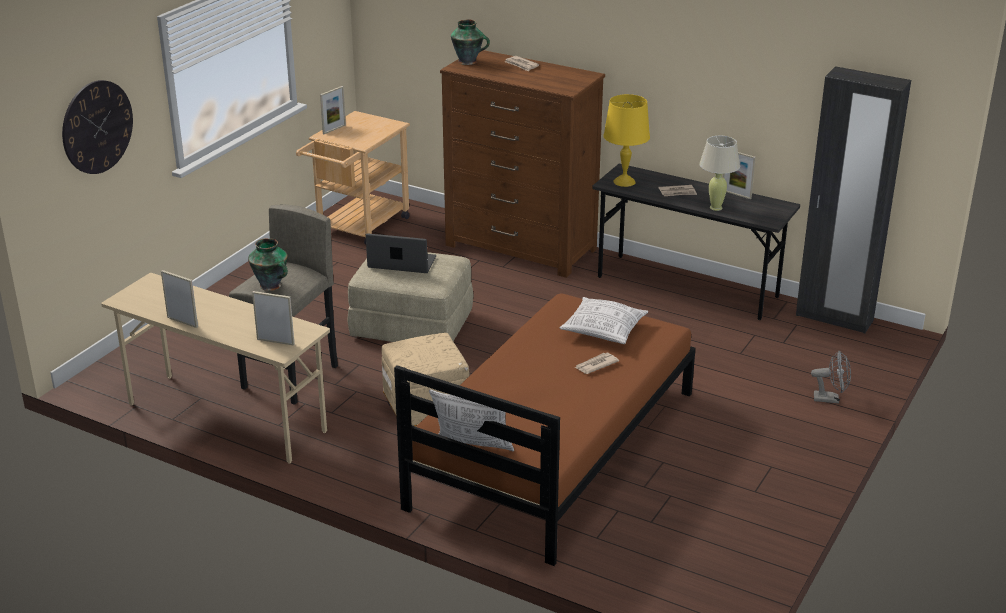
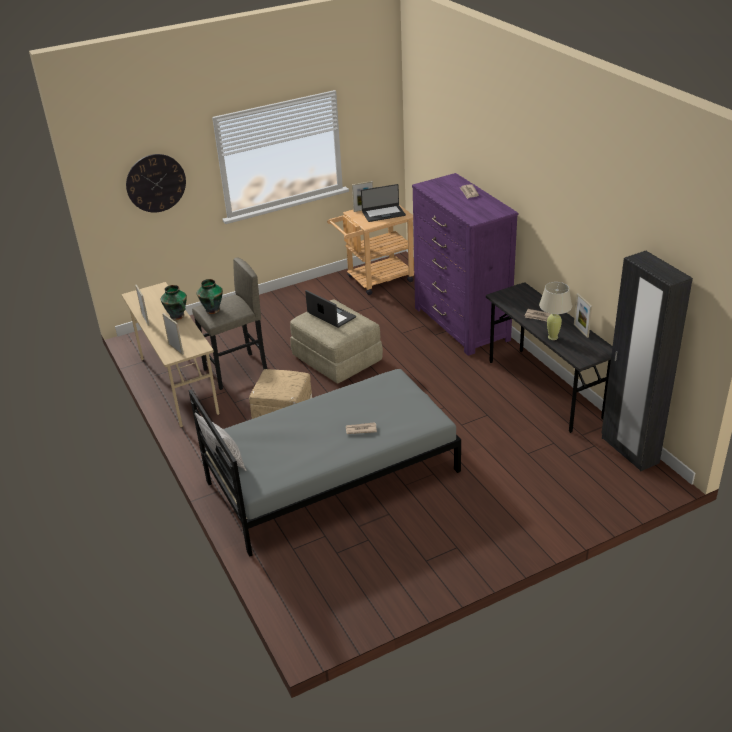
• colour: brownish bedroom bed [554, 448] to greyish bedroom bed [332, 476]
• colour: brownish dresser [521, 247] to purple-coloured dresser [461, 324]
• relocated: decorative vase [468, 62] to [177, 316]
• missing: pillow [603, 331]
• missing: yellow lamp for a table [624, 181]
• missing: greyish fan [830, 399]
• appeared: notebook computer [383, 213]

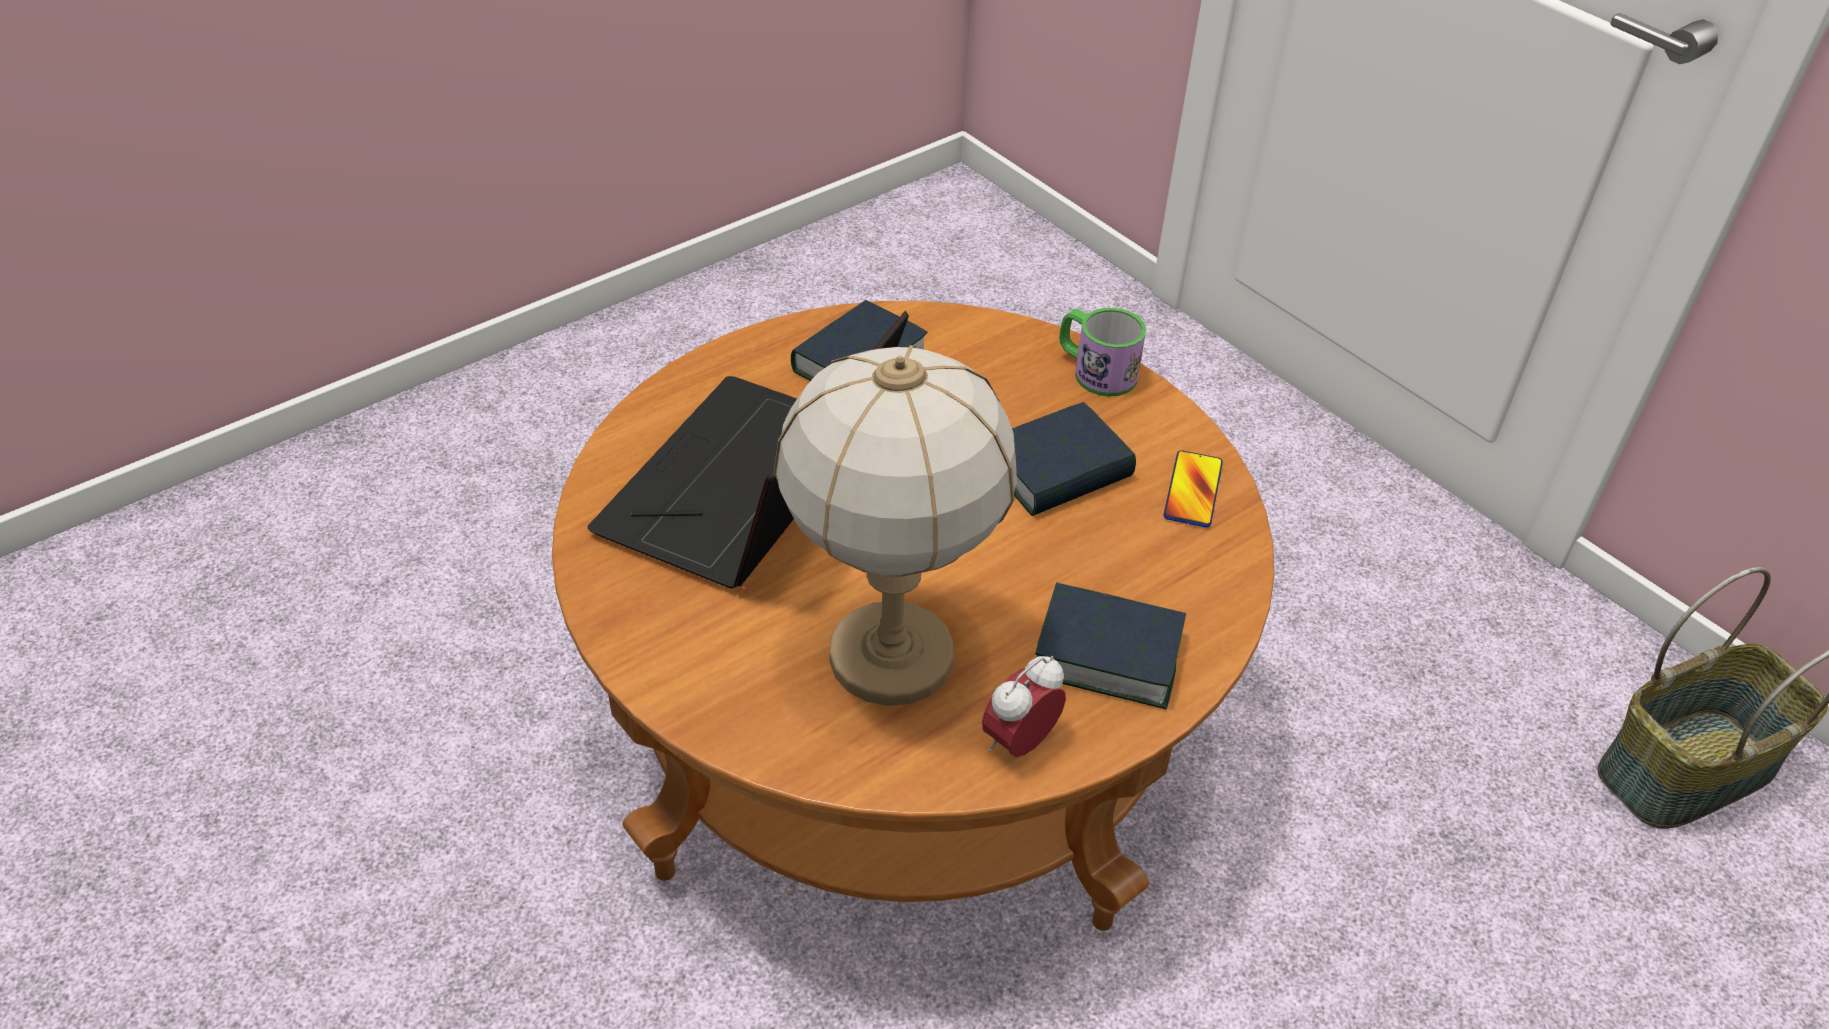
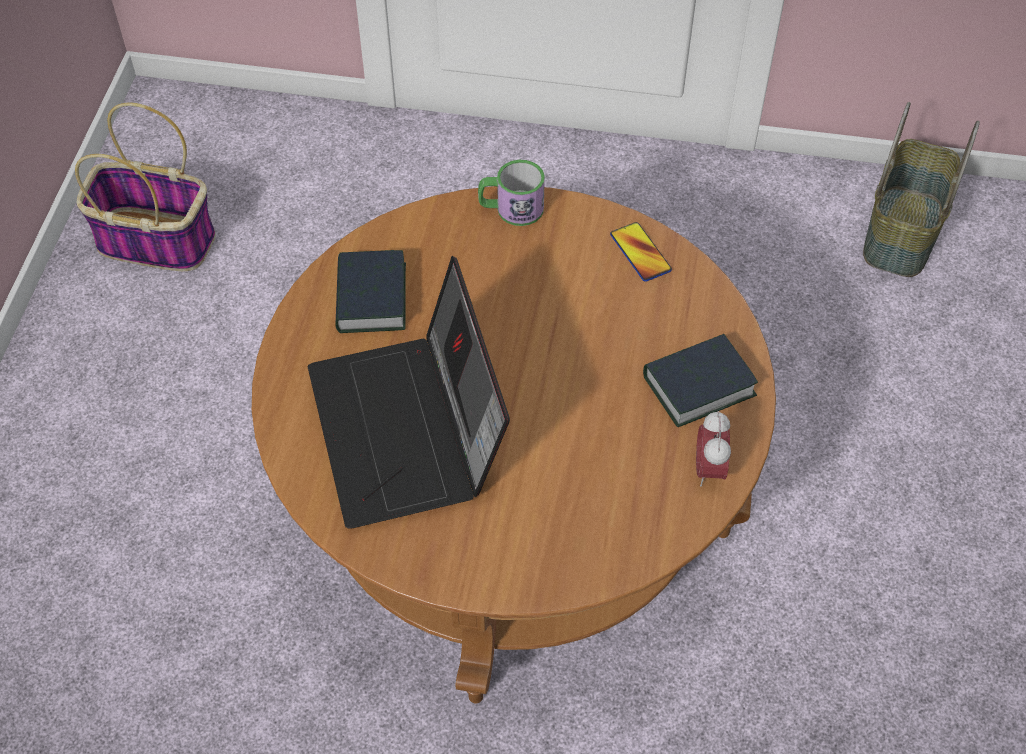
• missing: lamp for a table [890, 656]
• missing: bound book [1058, 471]
• appeared: storage basket [153, 241]

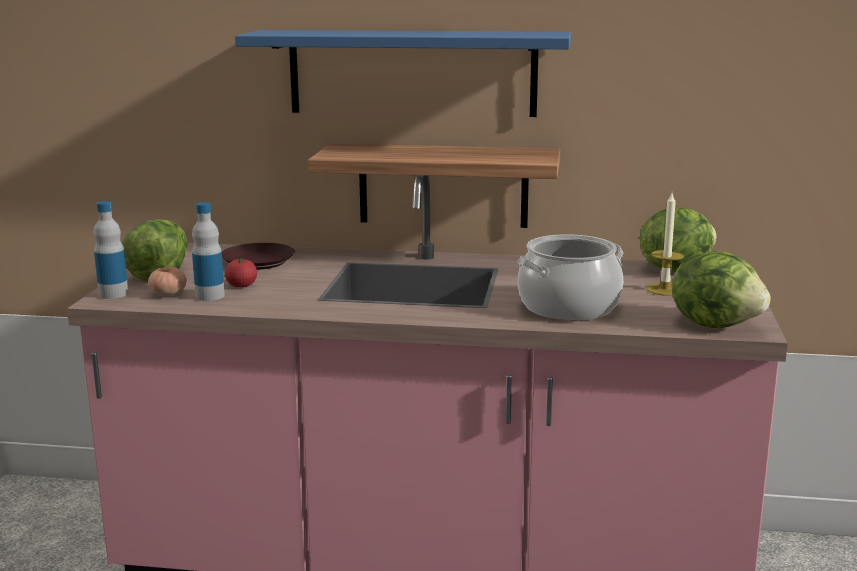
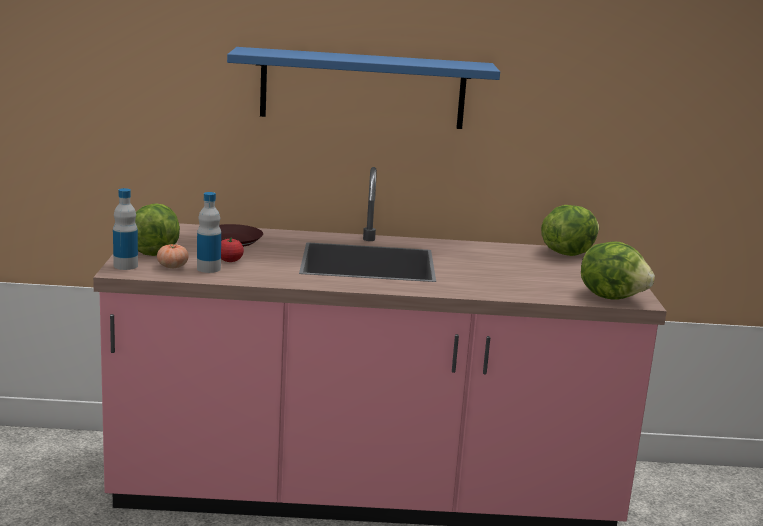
• missing: wall shelf [443, 185]
• missing: stockpot [569, 307]
• missing: wax light [665, 289]

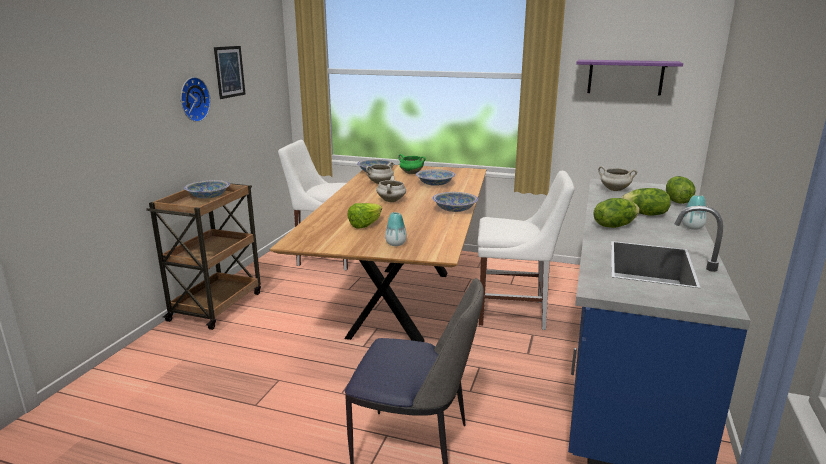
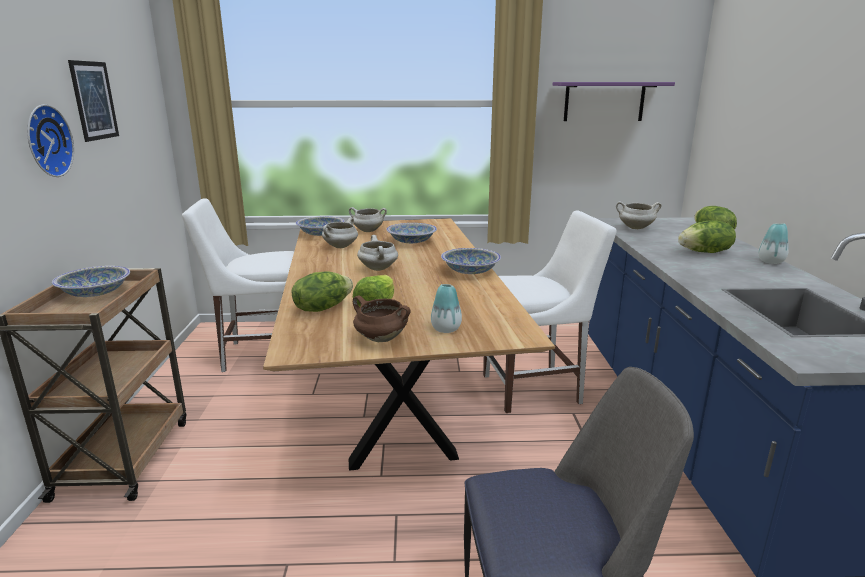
• colour: greenish stockpot [411, 173] to whitish stockpot [368, 231]
• relocated: lettuce [614, 226] to [322, 308]
• appeared: brownish stockpot [380, 339]

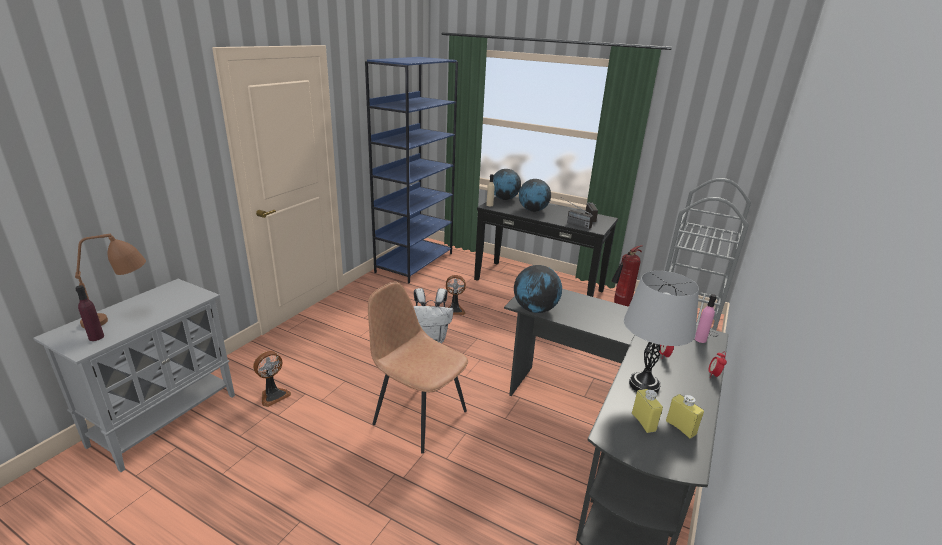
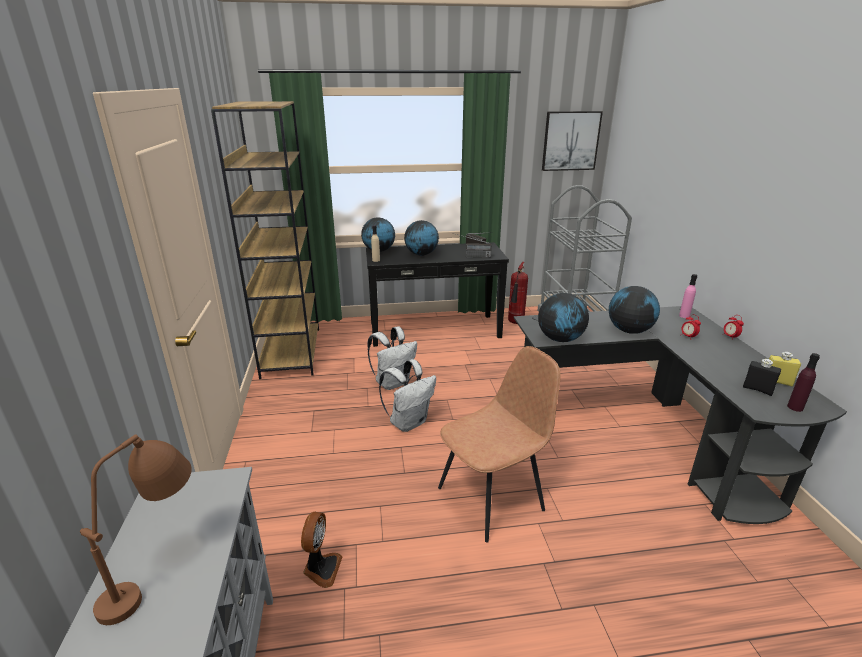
• relocated: purple-coloured bottle [96, 337] to [795, 407]
• colour: blue bookcase [414, 262] to brownish bookcase [291, 352]
• spun: brownish chair [418, 416] = [492, 498] 150 degrees clockwise
• exchanged: fan [454, 310] to whitish backpack [393, 382]
• missing: greyish lamp for a table [644, 385]
• colour: yellow bottle [643, 422] to blackish bottle [757, 389]
• appeared: wall art [570, 141]
• appeared: world globe [629, 331]

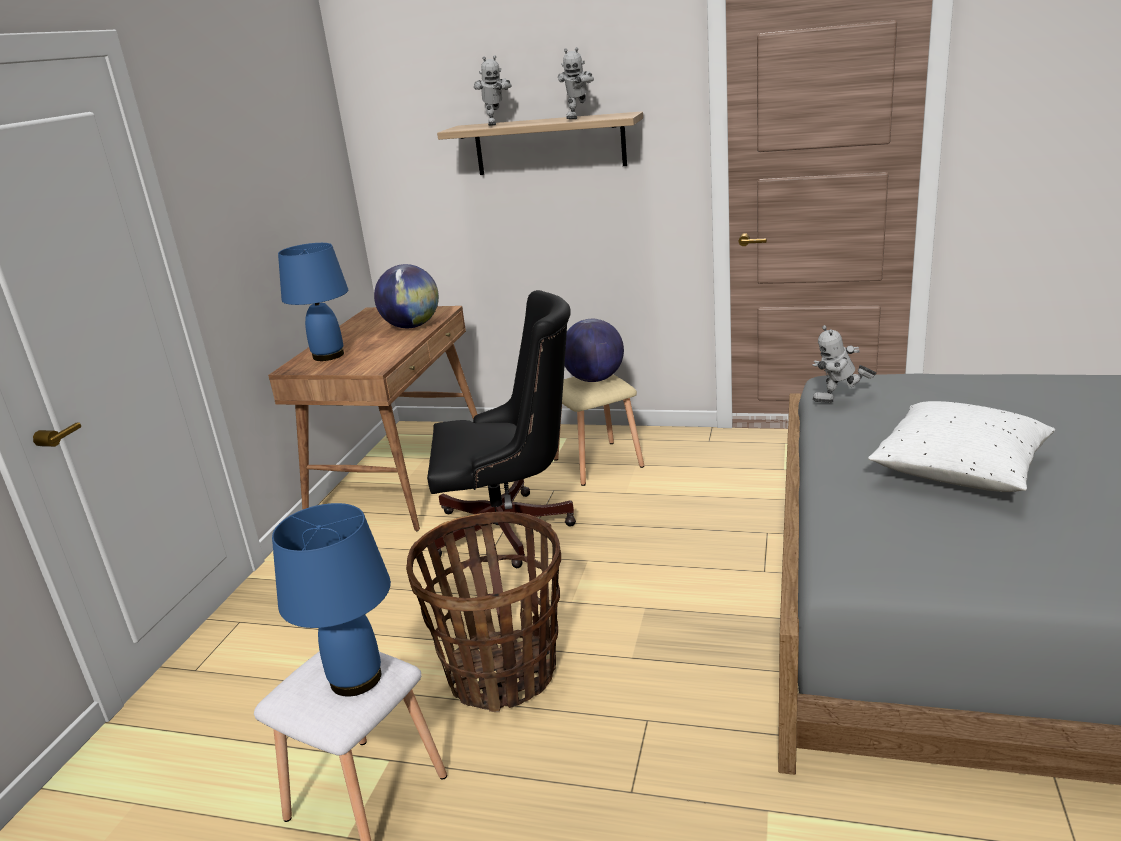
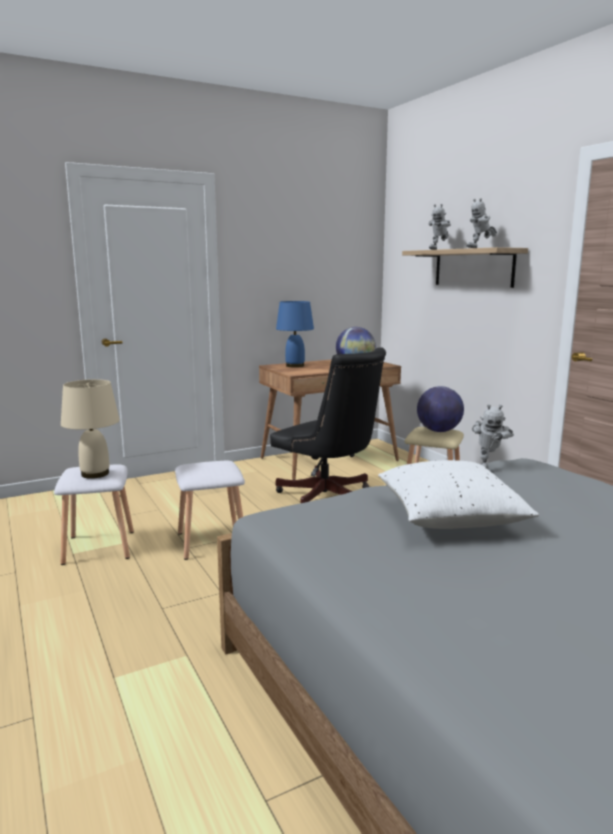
• colour: blue lamp for a table [354, 678] to beige-coloured lamp for a table [95, 474]
• exchanged: storage basket [502, 673] to whitish stool seat [212, 542]
• spun: robot figure [840, 402] = [487, 467] 120 degrees counterclockwise

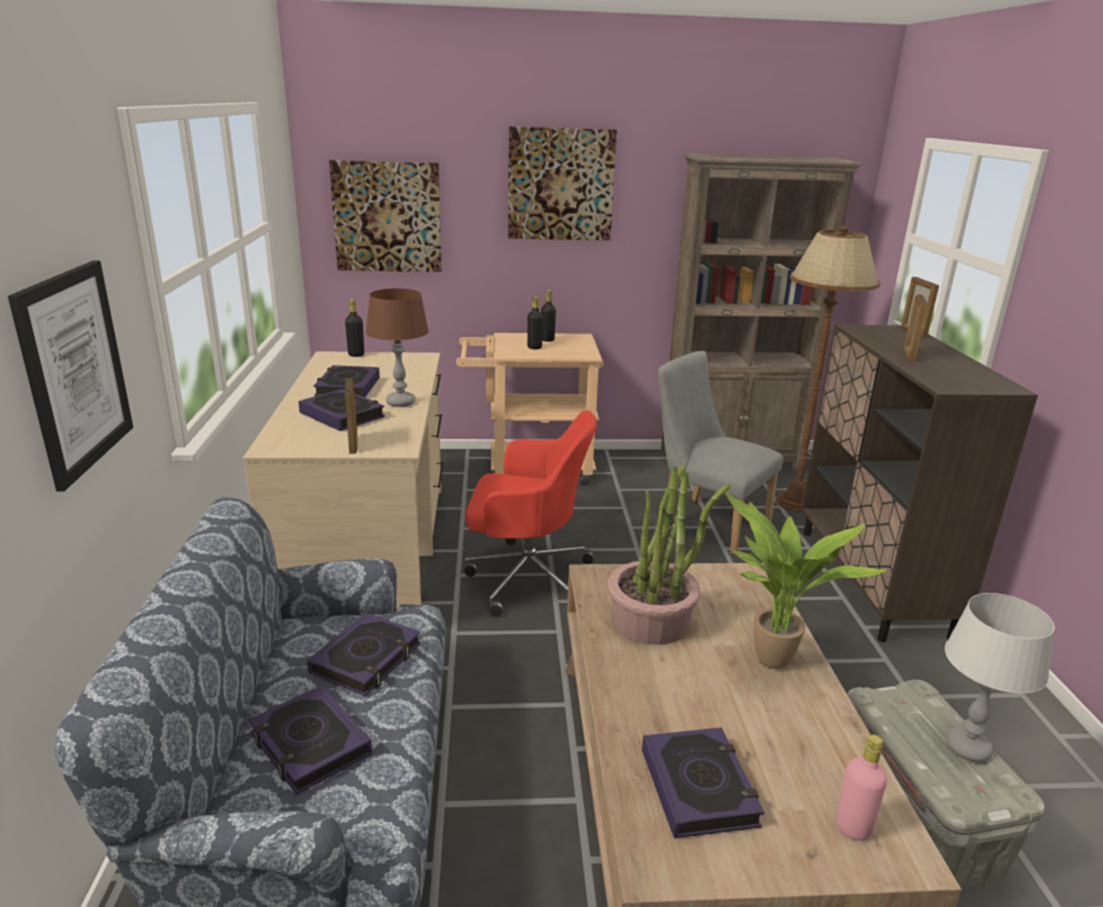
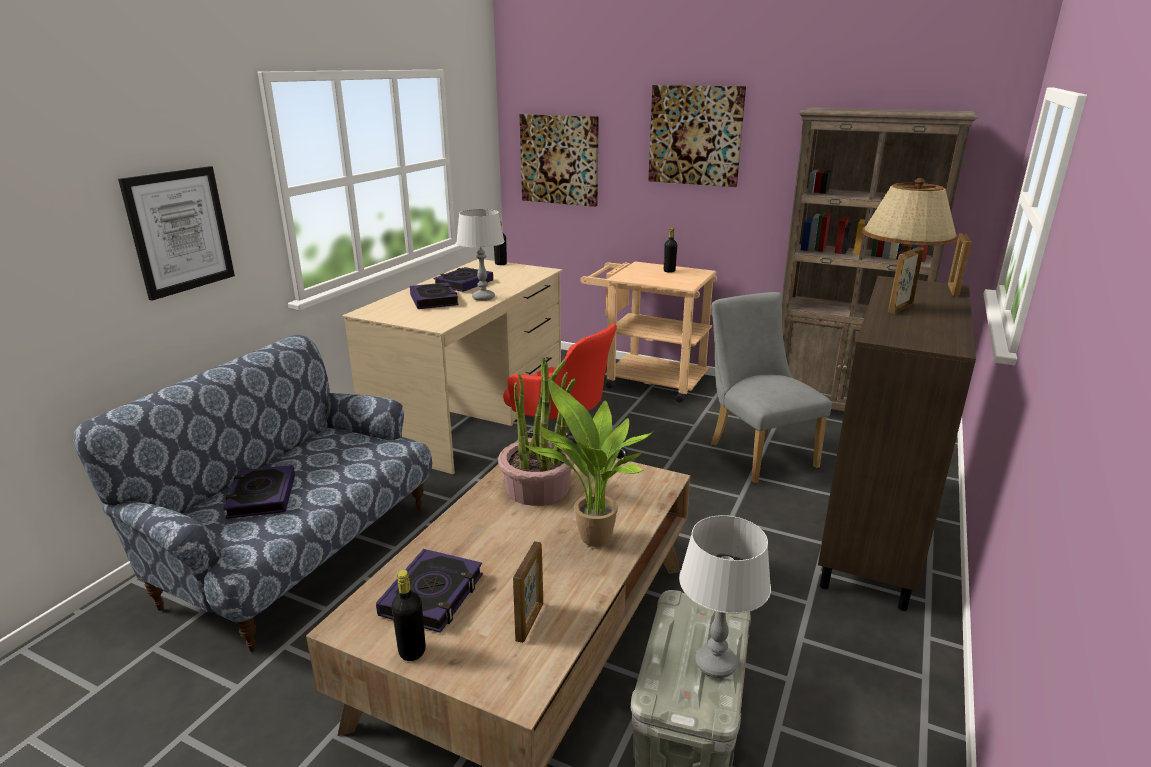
• missing: bound book [366, 659]
• relocated: standing frame [353, 444] to [530, 622]
• colour: brownish lamp for a table [401, 402] to greyish lamp for a table [483, 298]
• relocated: blackish bottle [534, 347] to [412, 651]
• missing: pink bottle [852, 828]

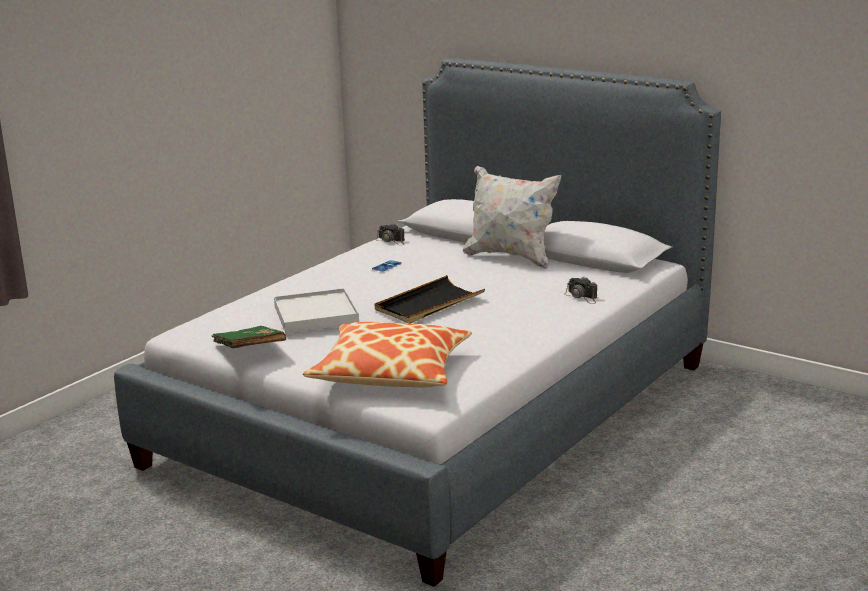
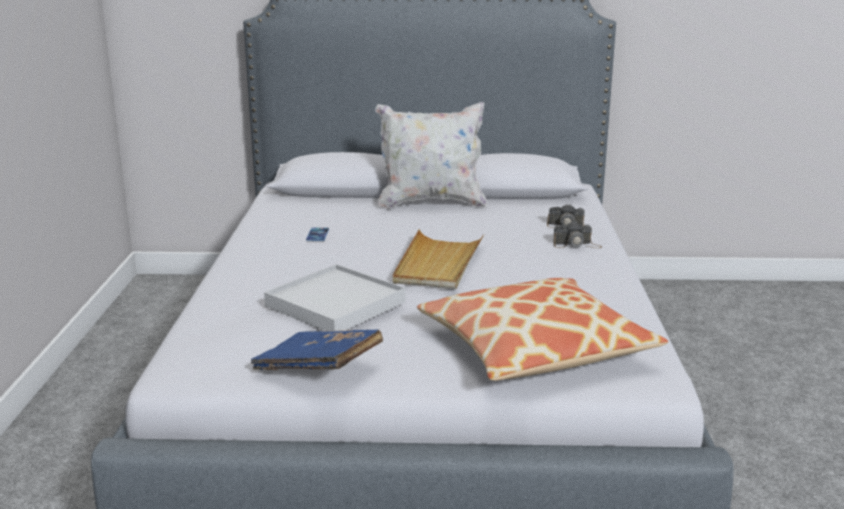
• colour: greenish bound book [249, 350] to blue bound book [318, 368]
• colour: blackish serving tray [429, 304] to beige-coloured serving tray [438, 264]
• relocated: photo camera [391, 241] to [576, 245]

